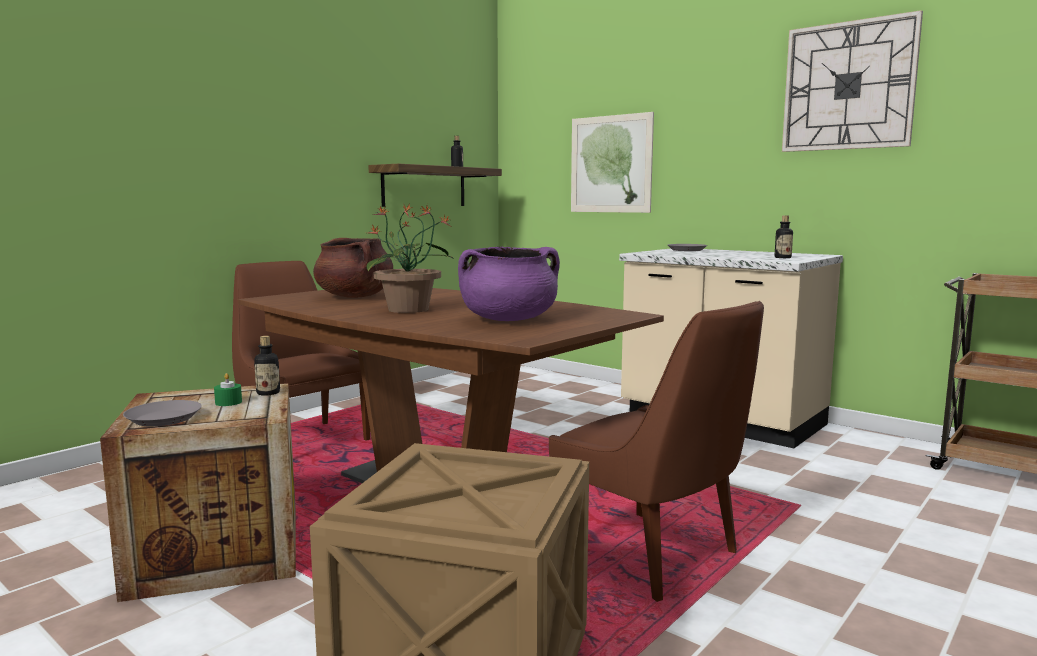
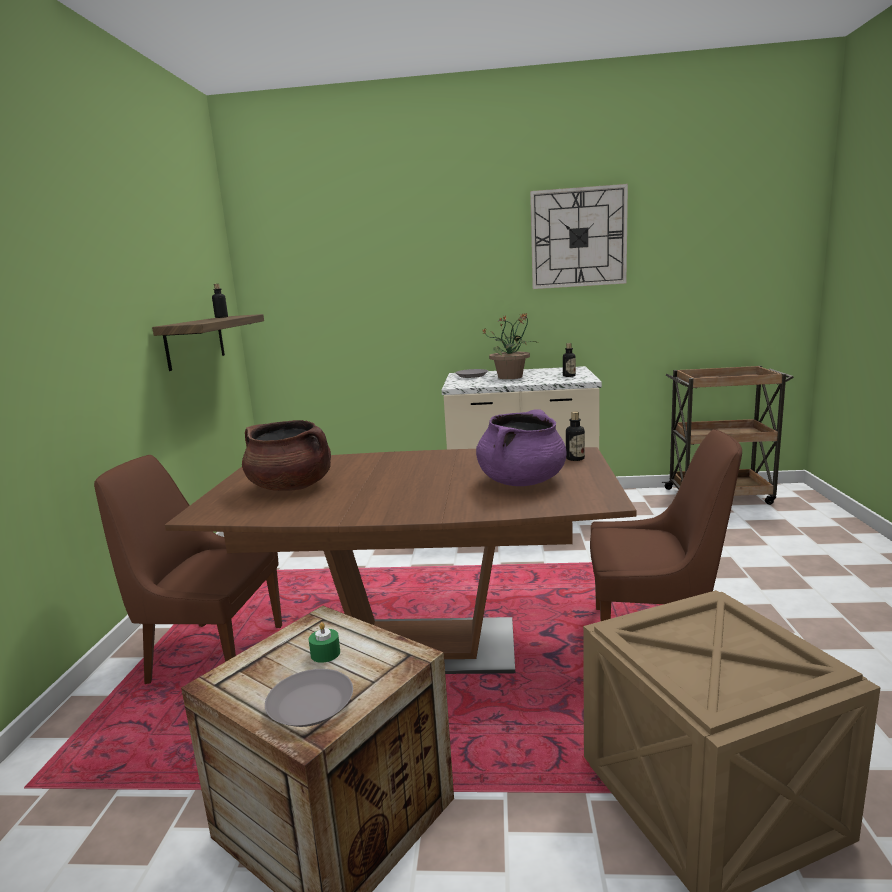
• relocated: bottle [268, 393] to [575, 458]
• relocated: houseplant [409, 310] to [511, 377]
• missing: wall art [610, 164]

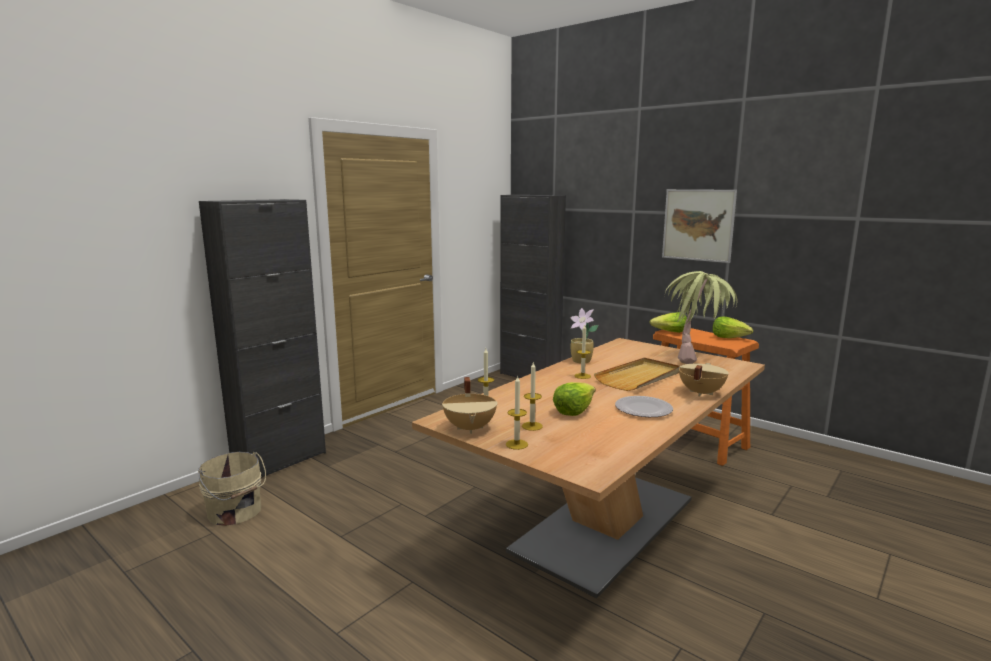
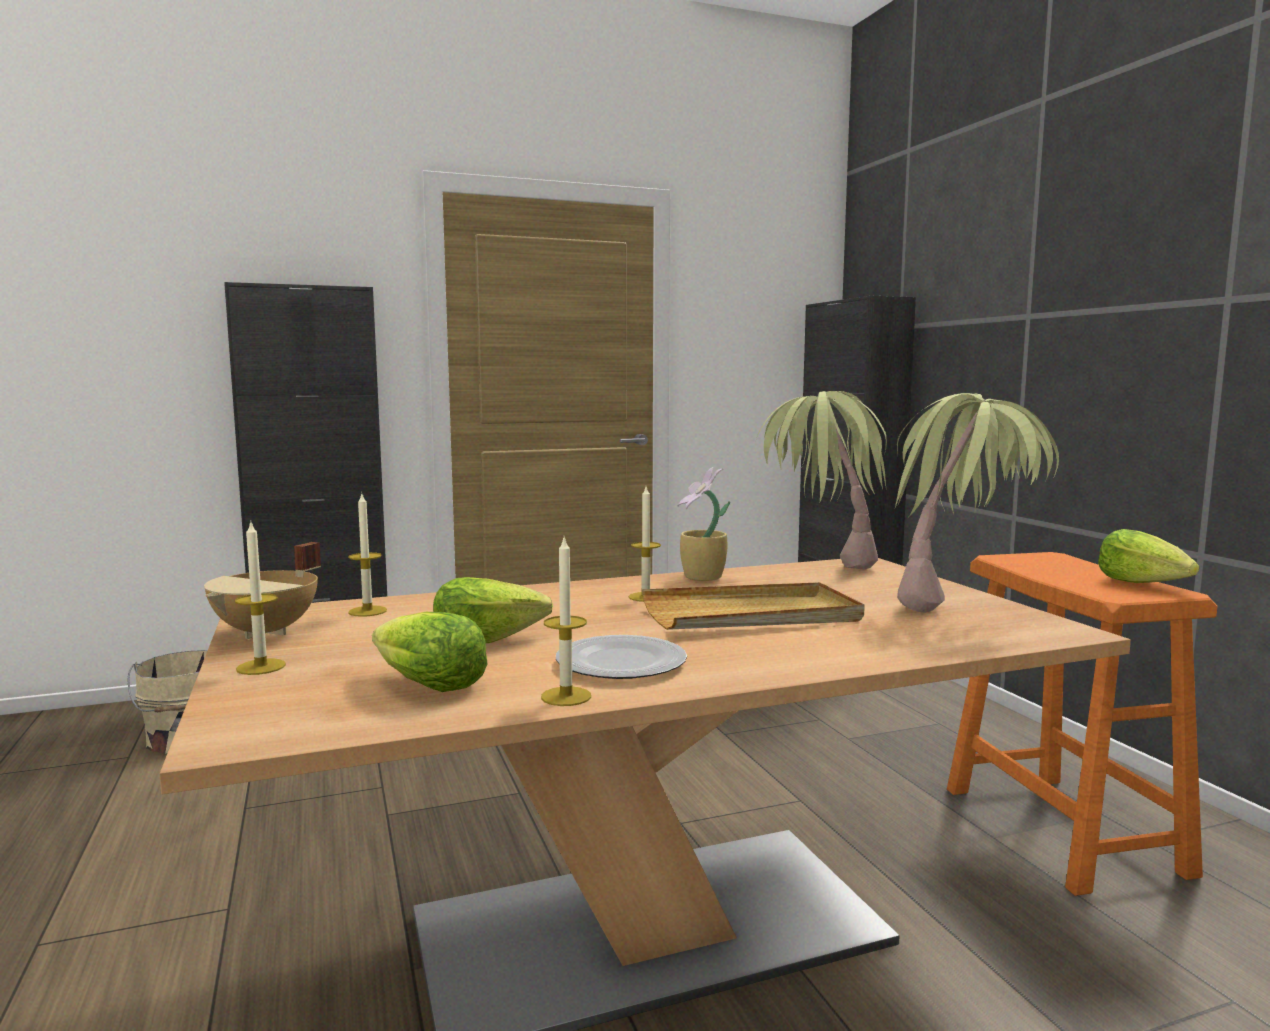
• relocated: wax light [532, 426] to [566, 696]
• relocated: lettuce [669, 332] to [427, 685]
• missing: wall art [698, 225]
• missing: beige-coloured stockpot [700, 393]
• appeared: houseplant [820, 571]

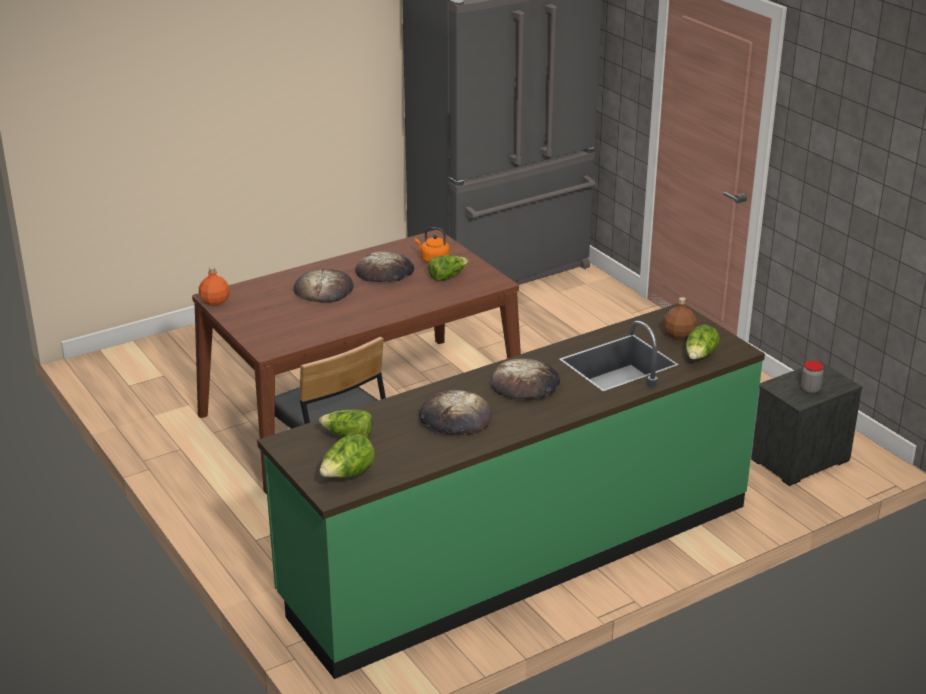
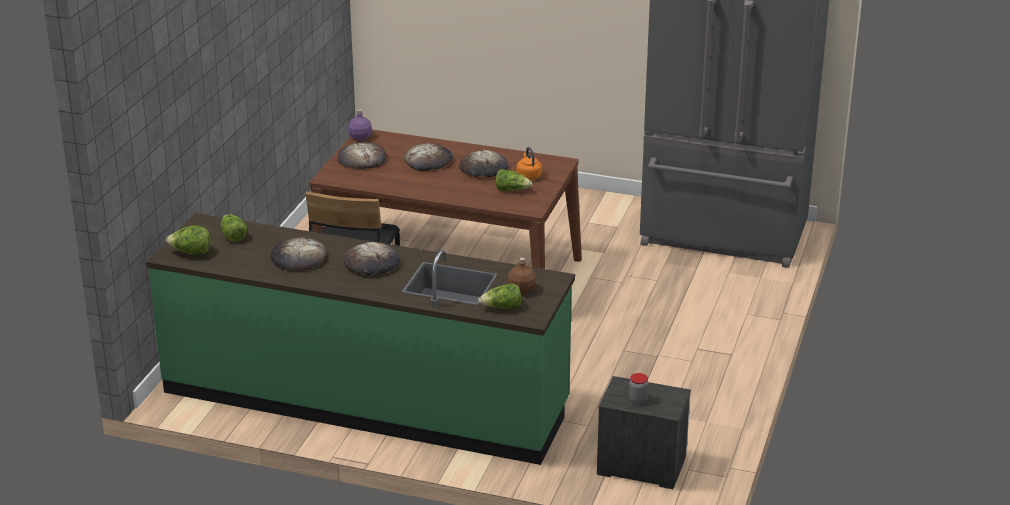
• colour: orange-coloured bottle [215, 302] to purple-coloured bottle [360, 137]
• appeared: bakery bread [362, 159]

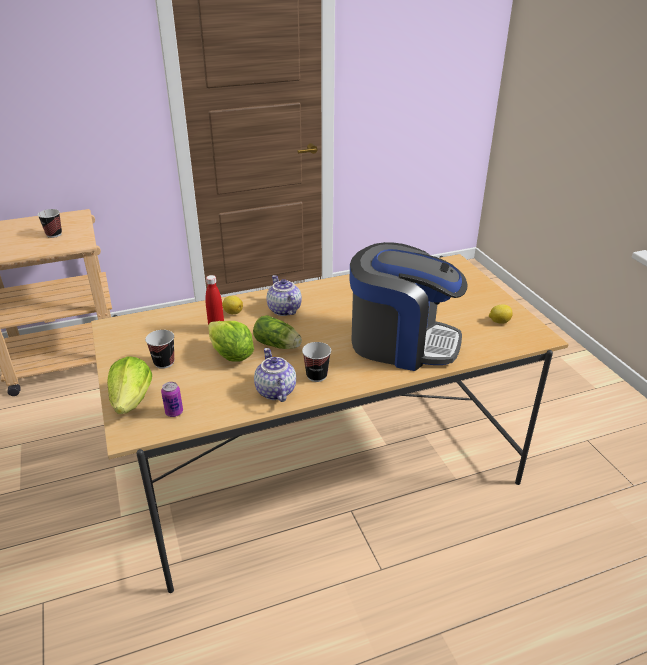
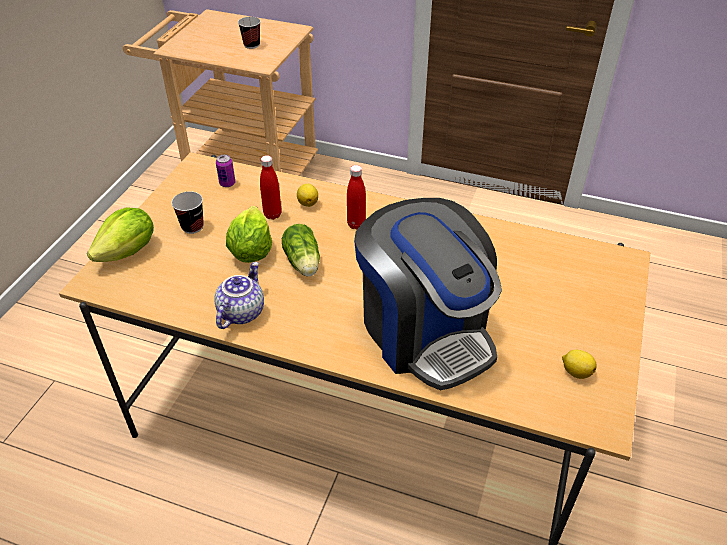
• relocated: can [174, 412] to [227, 183]
• exchanged: tea pot [283, 310] to red bottle [356, 224]
• missing: small cup [316, 376]

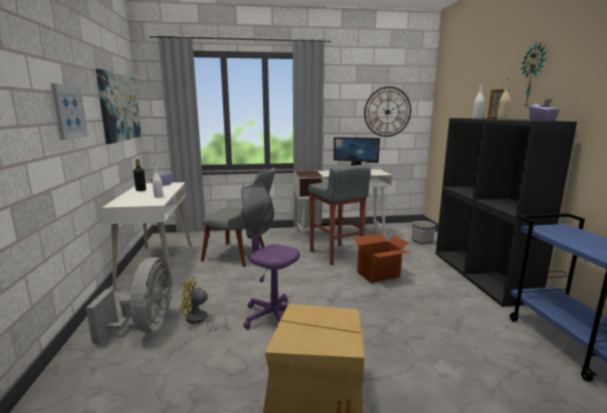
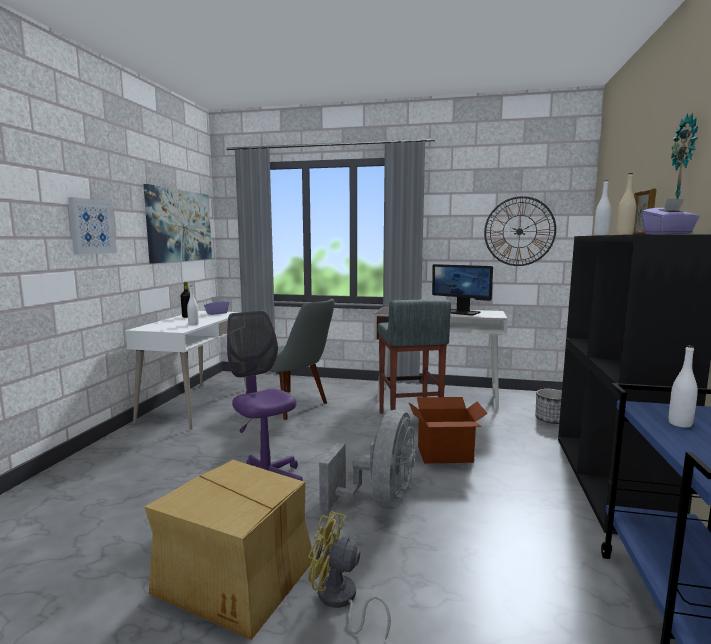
• relocated: greyish fan [145, 327] to [379, 501]
• relocated: yellow fan [199, 320] to [340, 601]
• appeared: whitish bottle [680, 424]

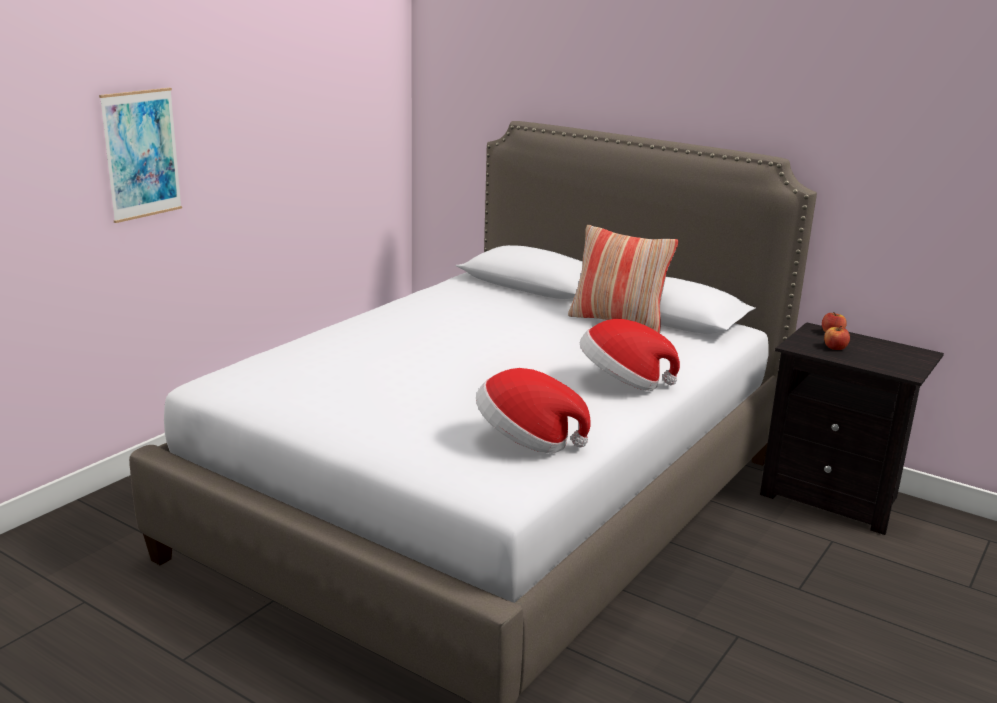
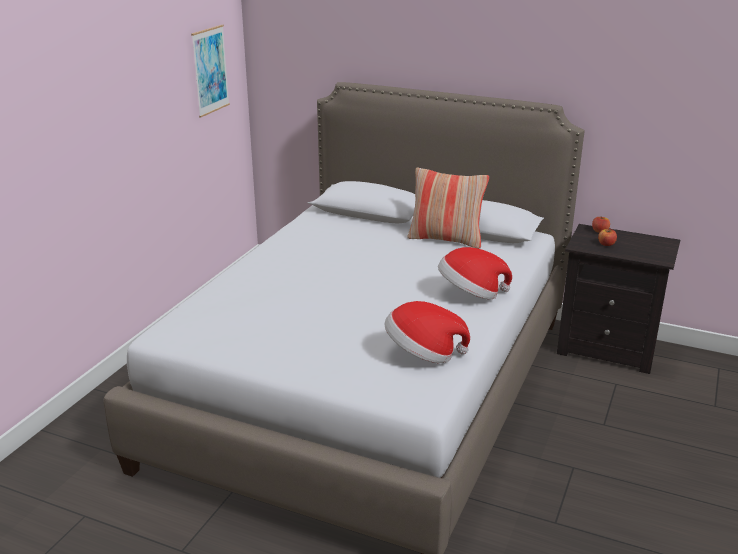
• relocated: wall art [141, 154] to [210, 70]

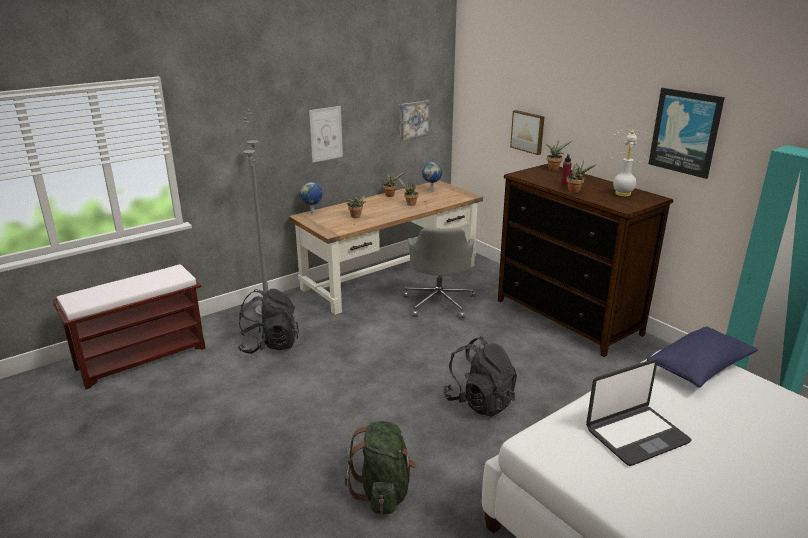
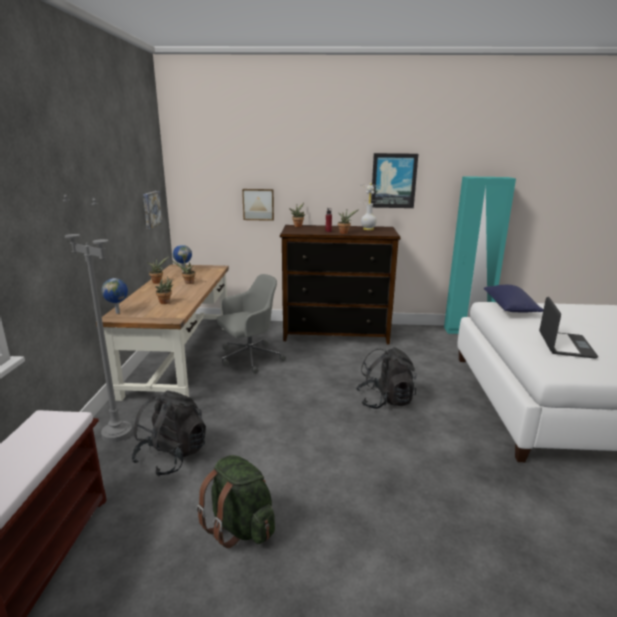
• missing: wall art [326, 134]
• relocated: greenish backpack [383, 491] to [240, 526]
• spun: greyish office chair [439, 302] = [249, 358] 75 degrees counterclockwise

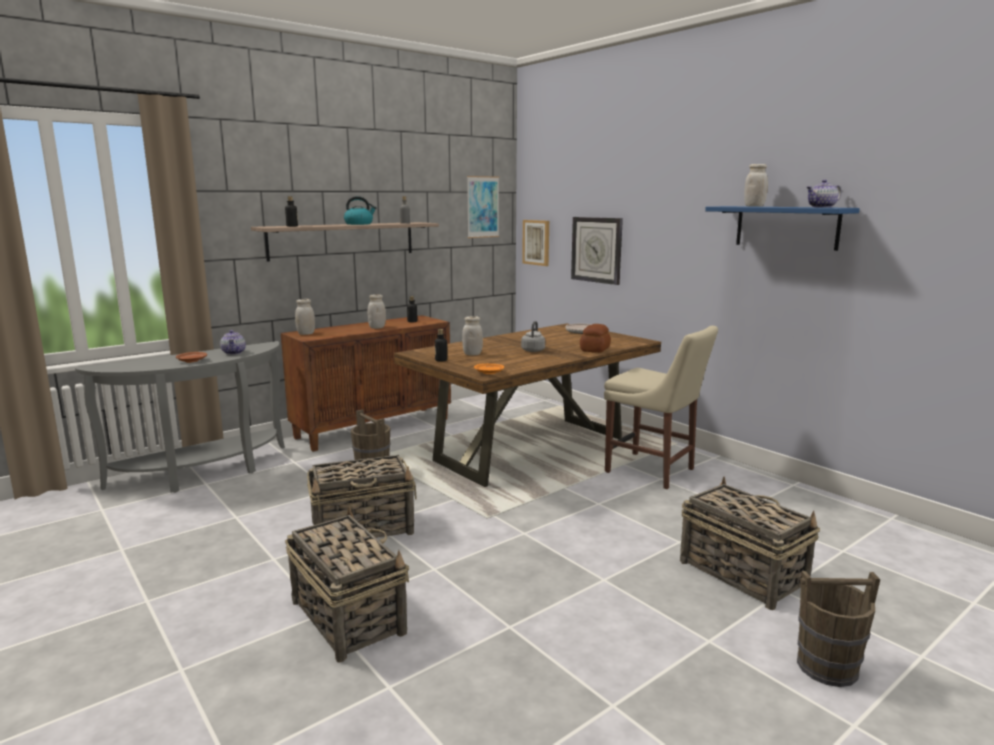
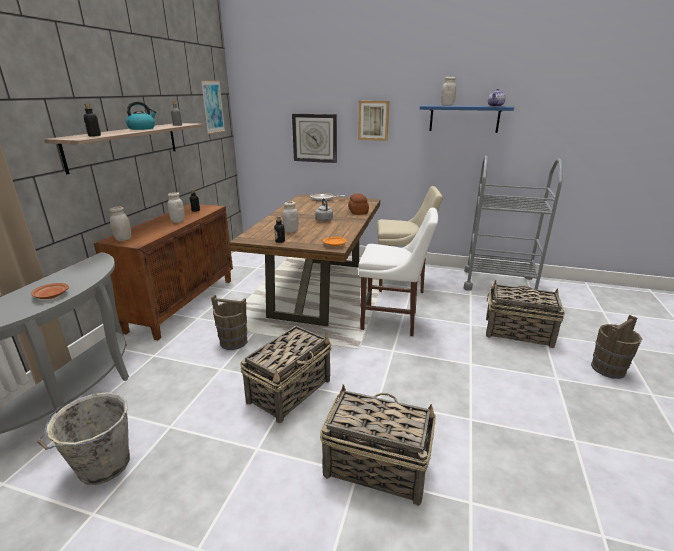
• missing: tea pot [234, 352]
• relocated: wall art [536, 242] to [373, 120]
• appeared: greyish bucket [102, 466]
• appeared: whitish chair [392, 321]
• appeared: greyish trolley [498, 283]

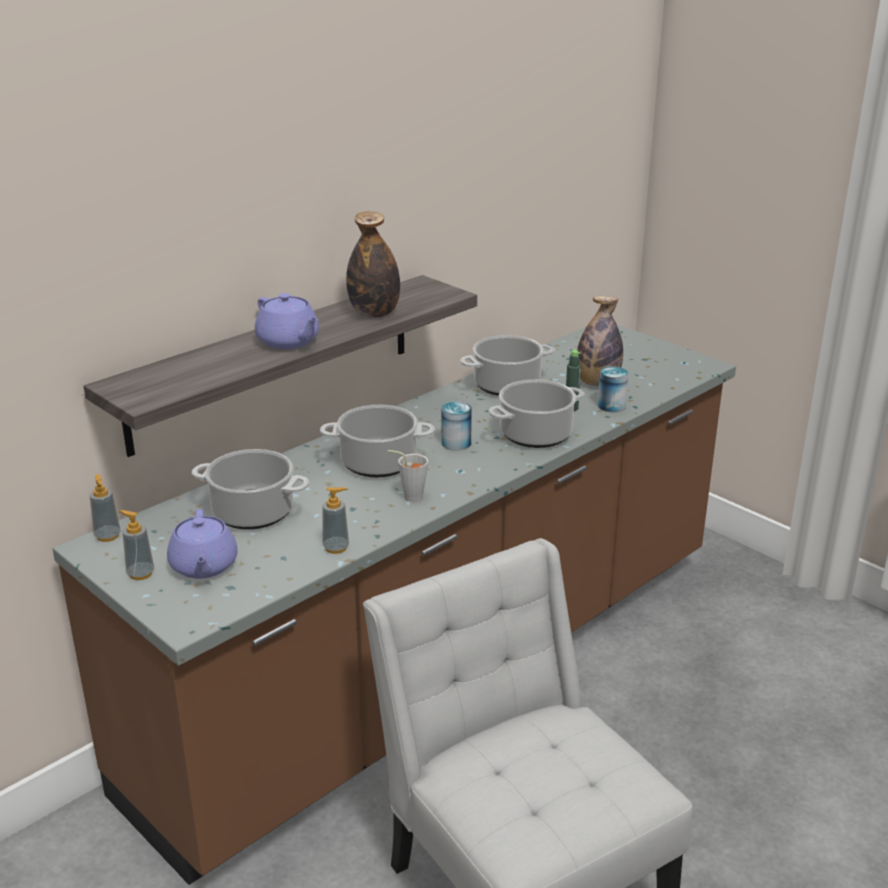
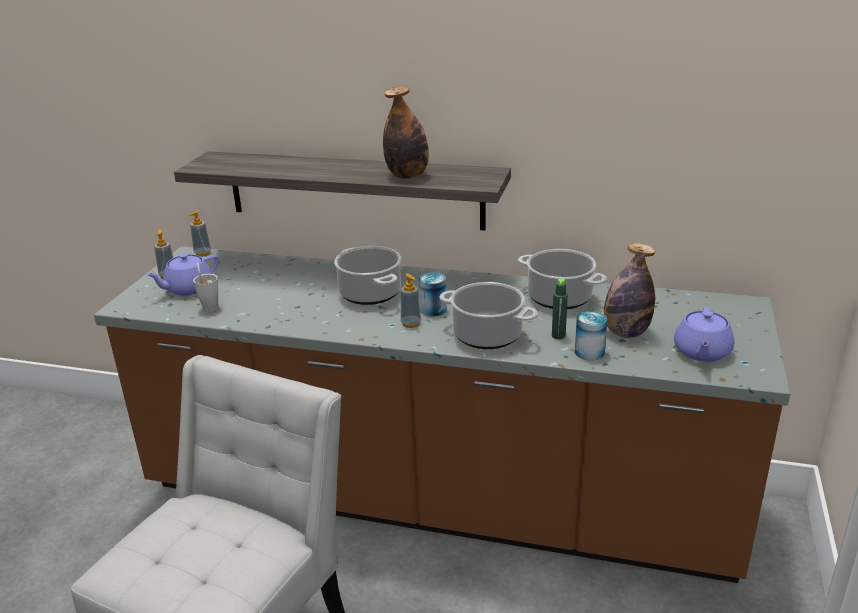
• missing: stockpot [254, 512]
• relocated: purple-coloured tea pot [289, 342] to [701, 352]
• relocated: soap dispenser [336, 547] to [411, 323]
• relocated: greyish small cup [409, 496] to [210, 307]

